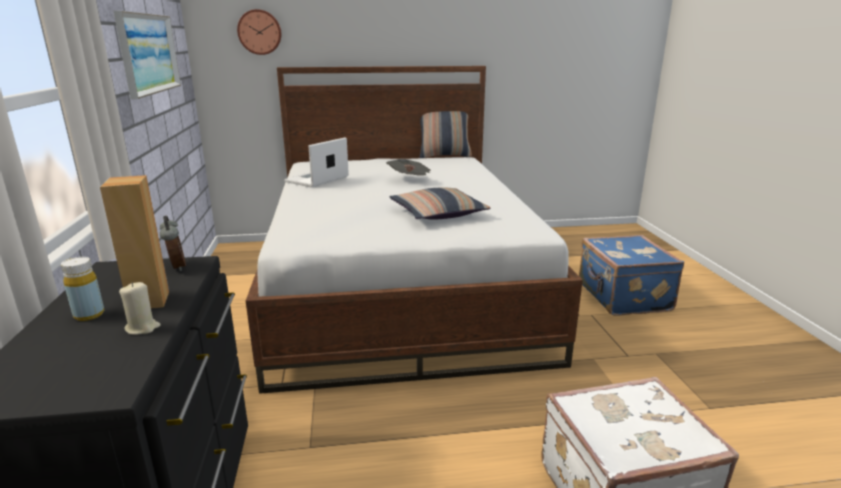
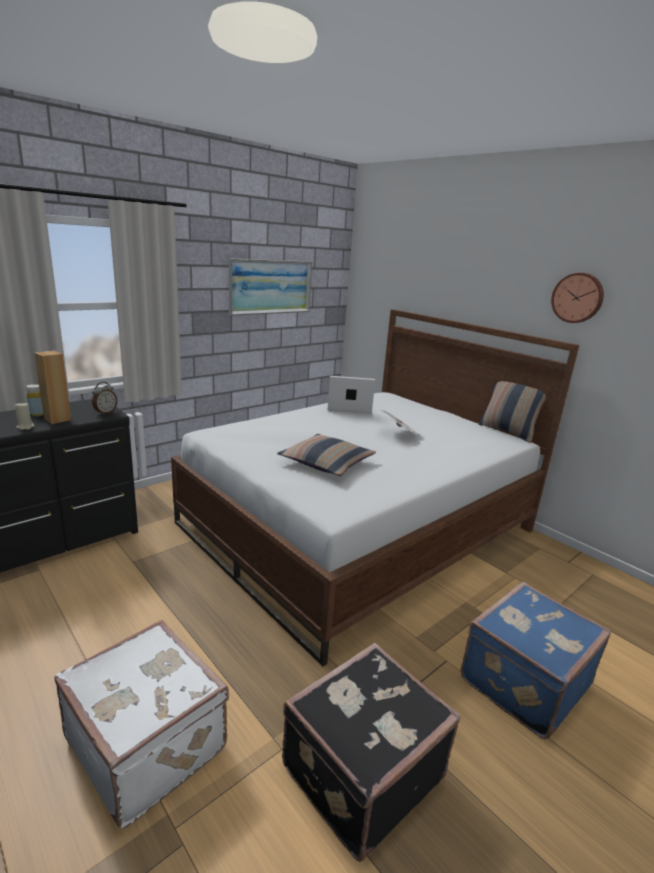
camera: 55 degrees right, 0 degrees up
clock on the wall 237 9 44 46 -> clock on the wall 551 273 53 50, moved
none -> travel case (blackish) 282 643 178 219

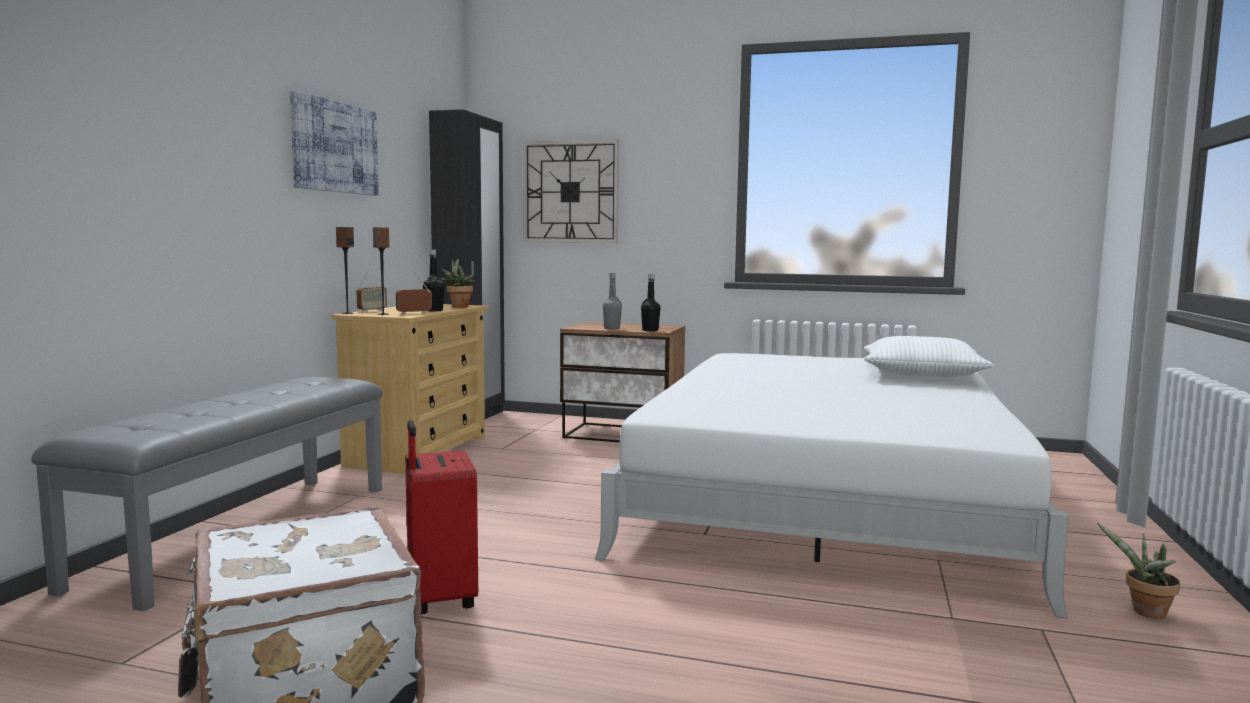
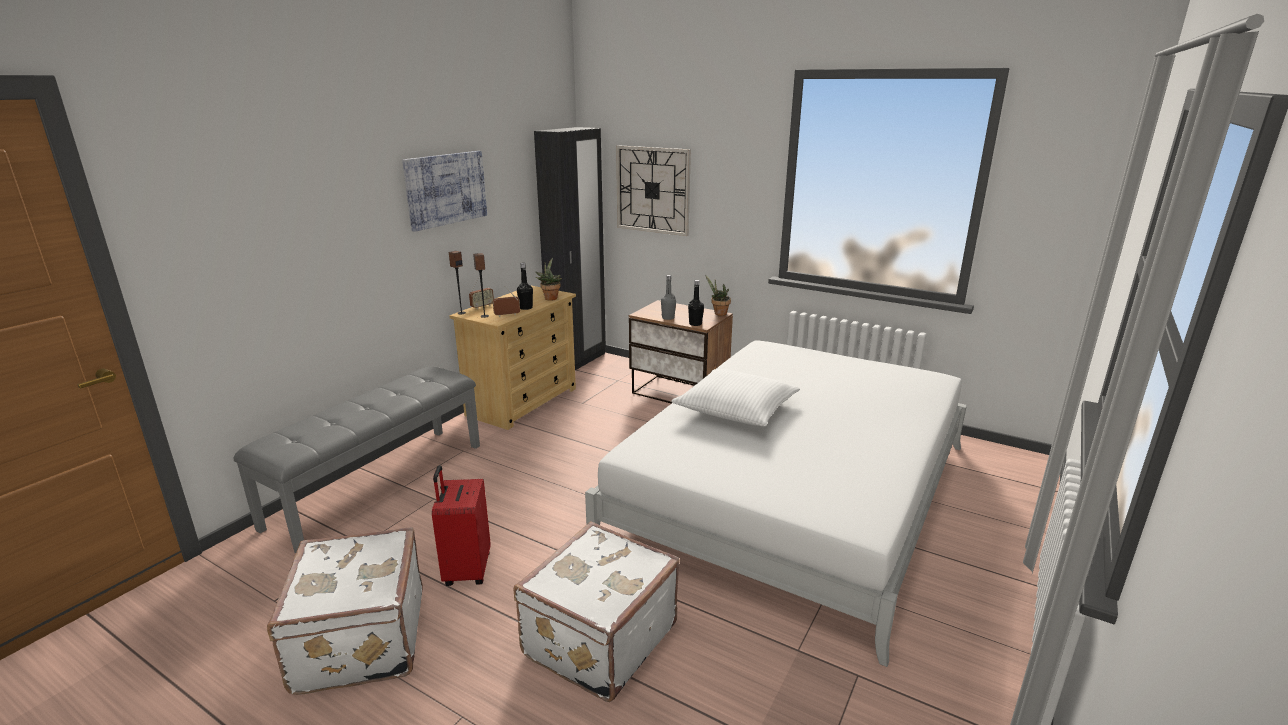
camera: 15 degrees right, 15 degrees up
pillow (white) 864 336 130 41 -> pillow (white) 671 369 129 57, moved
houseplant 1097 523 83 96 -> houseplant 705 275 26 41, moved
none -> travel case (white) 513 521 167 181

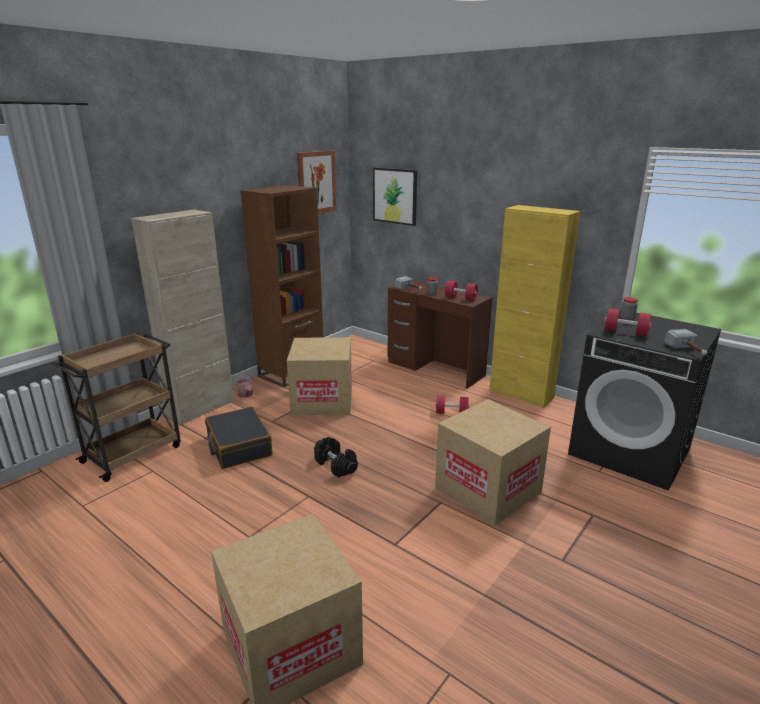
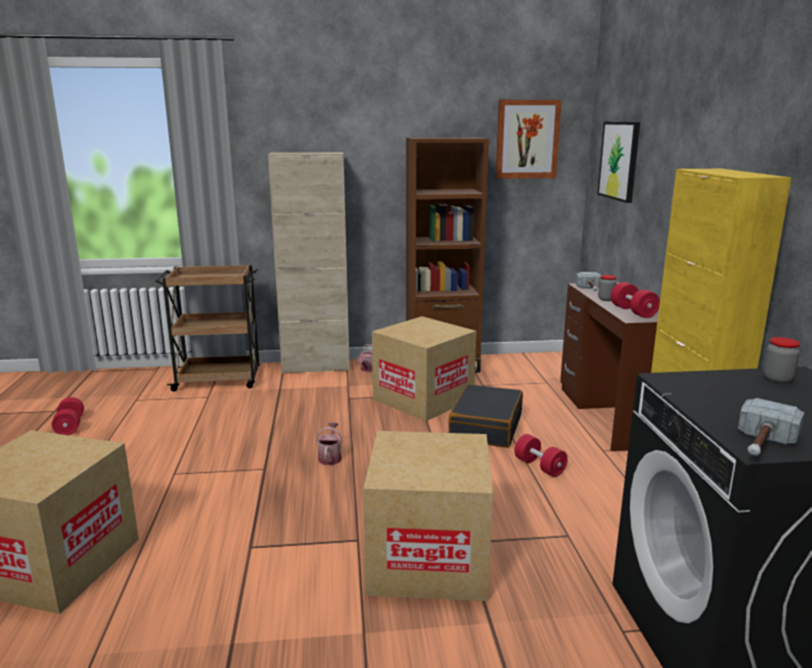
camera: 45 degrees right, 5 degrees down
hand weight (red) 605 308 46 28 -> hand weight (red) 52 397 32 38, moved
travel case (blackish) 205 407 67 62 -> travel case (blackish) 448 384 75 64, moved
hand weight (blackish) 314 437 44 40 -> sprinkling can 316 422 26 43

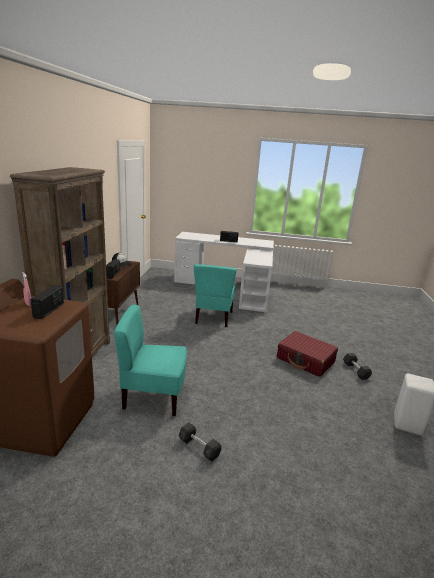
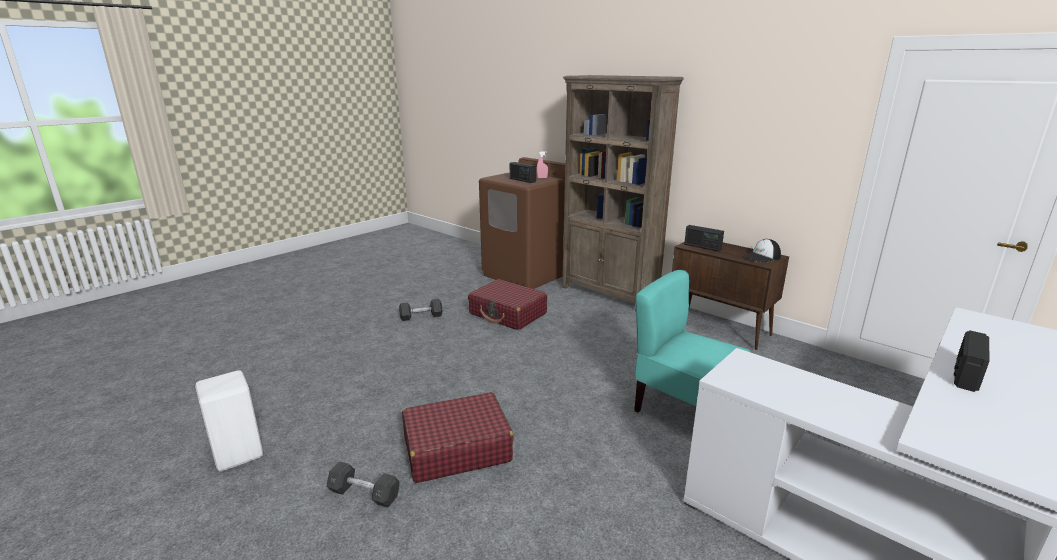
camera: 125 degrees right, 0 degrees up
chair (blue-green) 114 304 73 112 -> travel case (red) 468 279 79 51

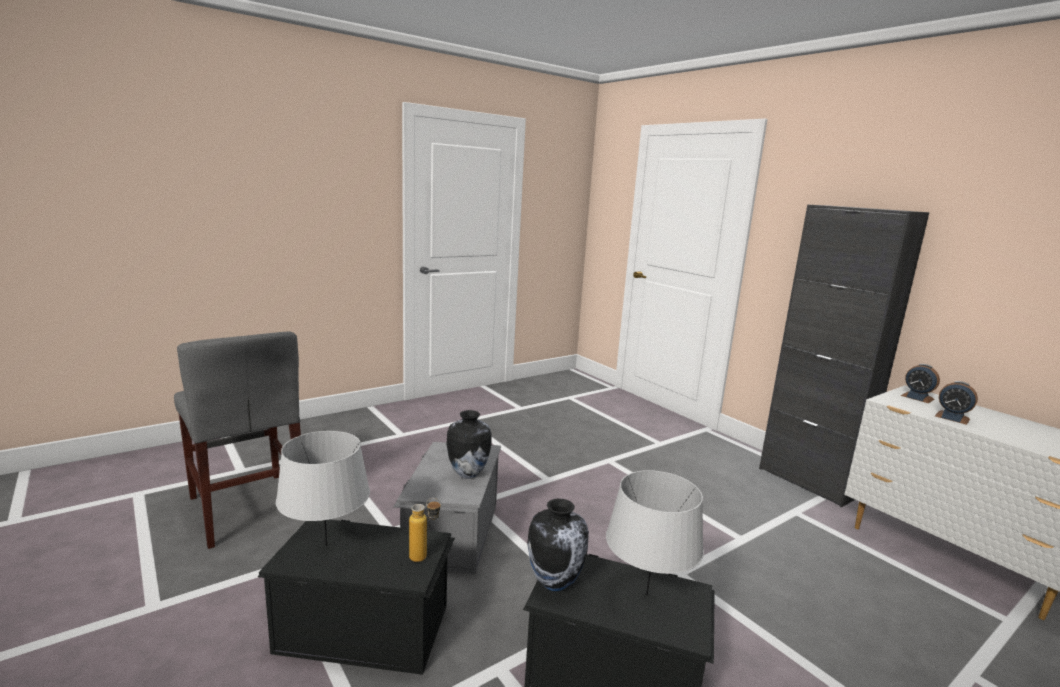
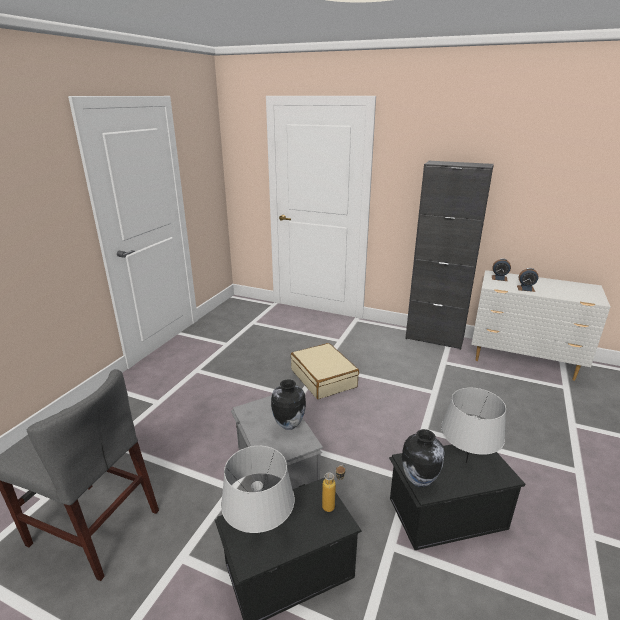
camera: 30 degrees left, 10 degrees up
none -> travel case (beige) 291 343 68 56

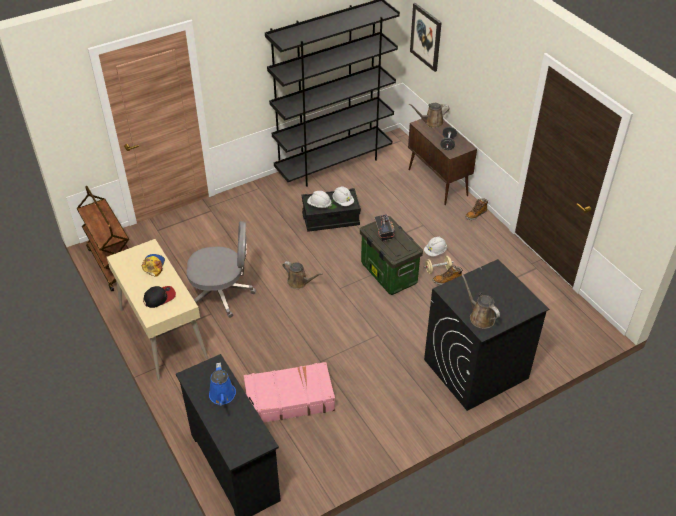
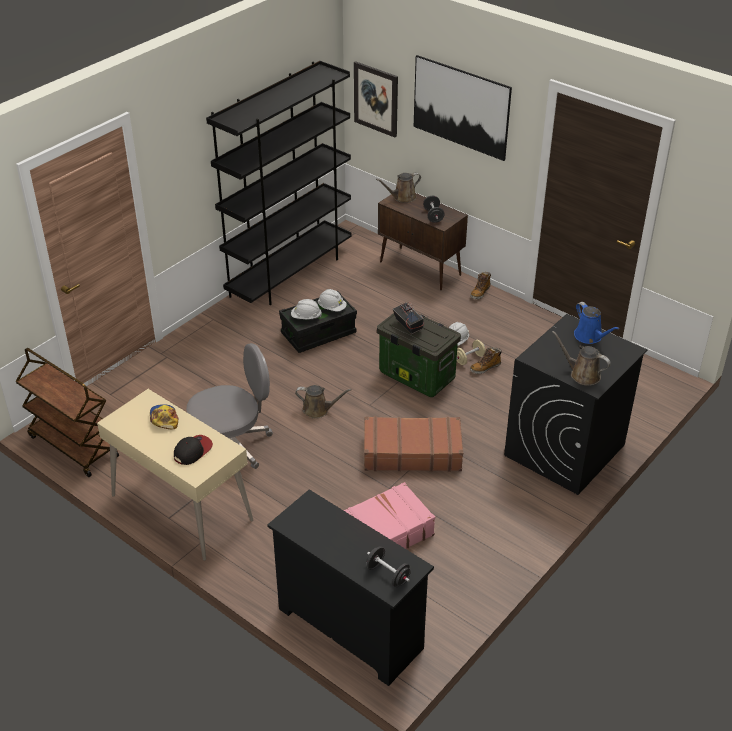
camera: 20 degrees left, 5 degrees down
sprinkling can (blue-coloured) 209 363 27 43 -> sprinkling can (blue-coloured) 574 302 45 42, moved
none -> wall art 414 55 98 106
none -> travel case (brown-coloured) 364 416 99 56
none -> hand weight (blackish) 366 546 45 41

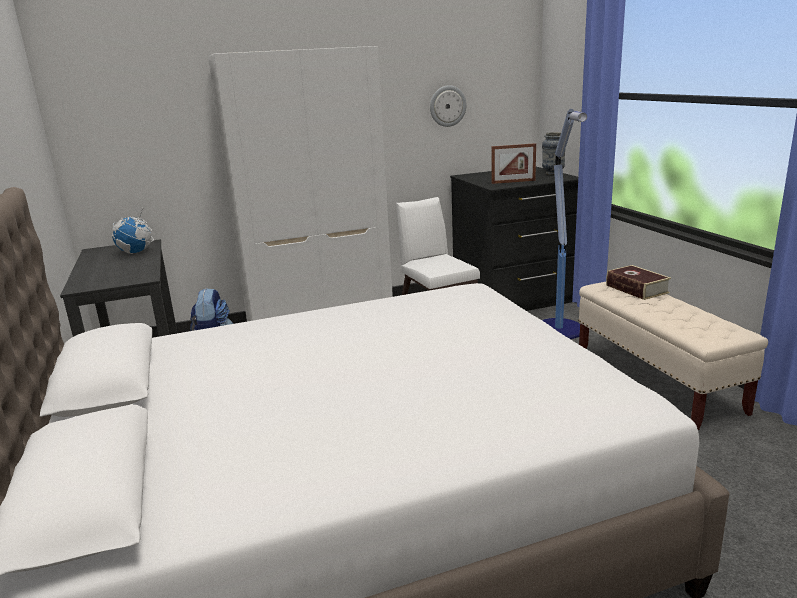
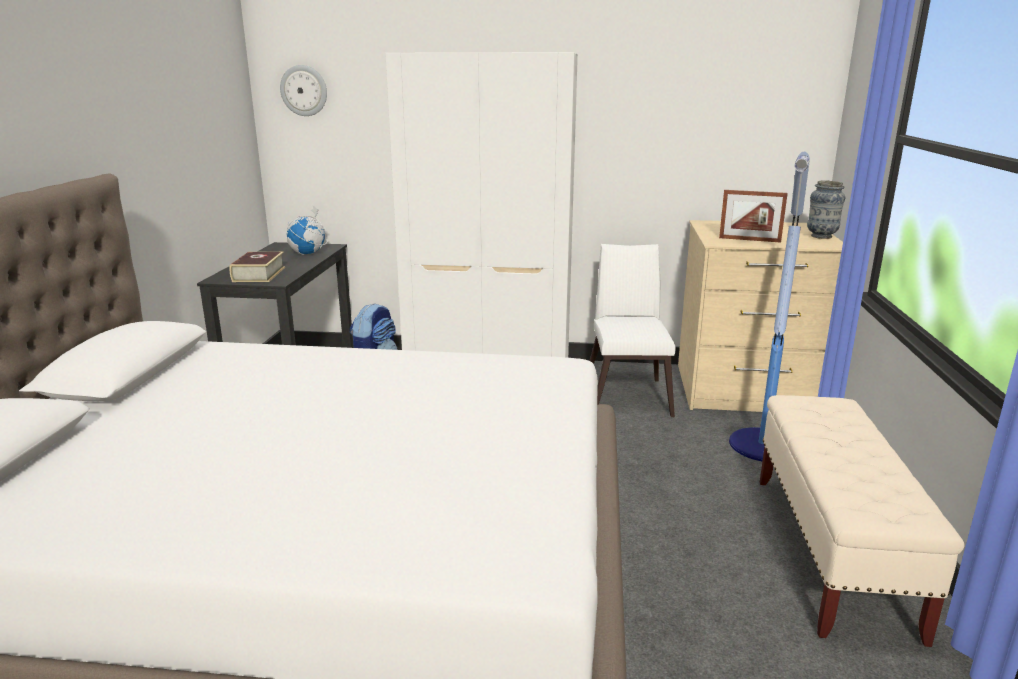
camera: 25 degrees right, 0 degrees up
clock on the wall 430 85 36 42 -> clock on the wall 280 65 47 51, moved
drawer chest (blackish) 450 167 128 144 -> drawer chest (beige) 678 220 165 192
book 606 265 65 35 -> book 230 252 55 30, moved

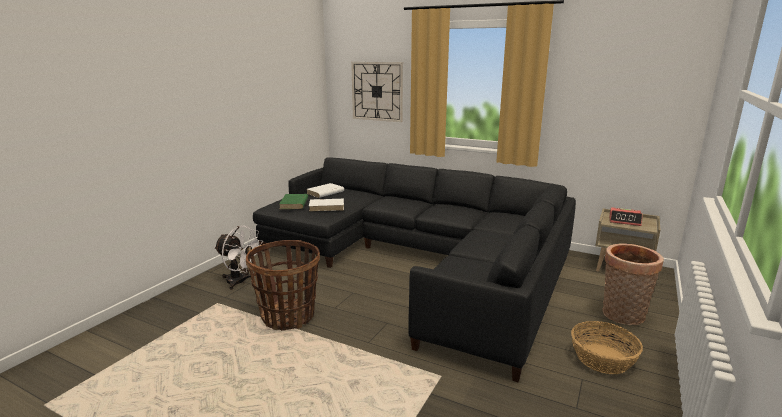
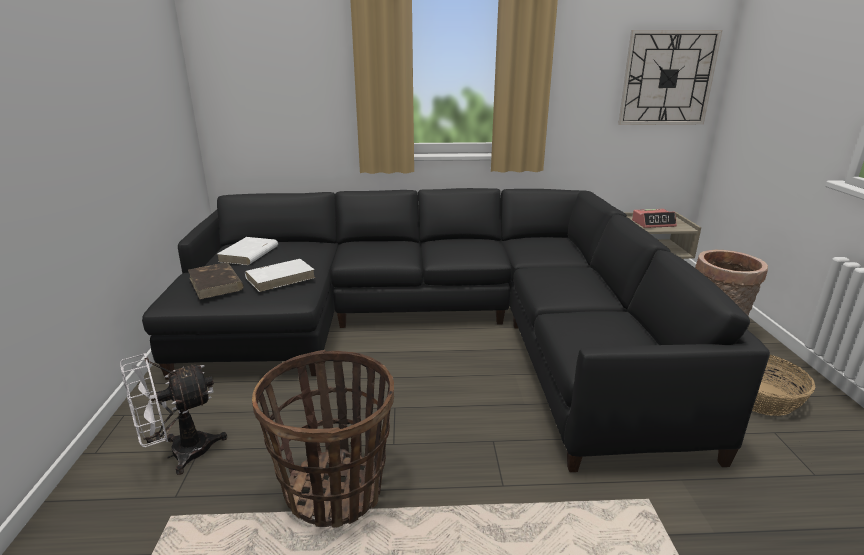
camera: 30 degrees left, 5 degrees up
clock on the wall 351 62 52 60 -> clock on the wall 618 30 104 95, moved
book (green-coloured) 279 194 29 15 -> book (brown-coloured) 188 263 56 36
cooling fan (white) 214 226 48 64 -> cooling fan (white) 120 353 107 122, 150 degrees clockwise

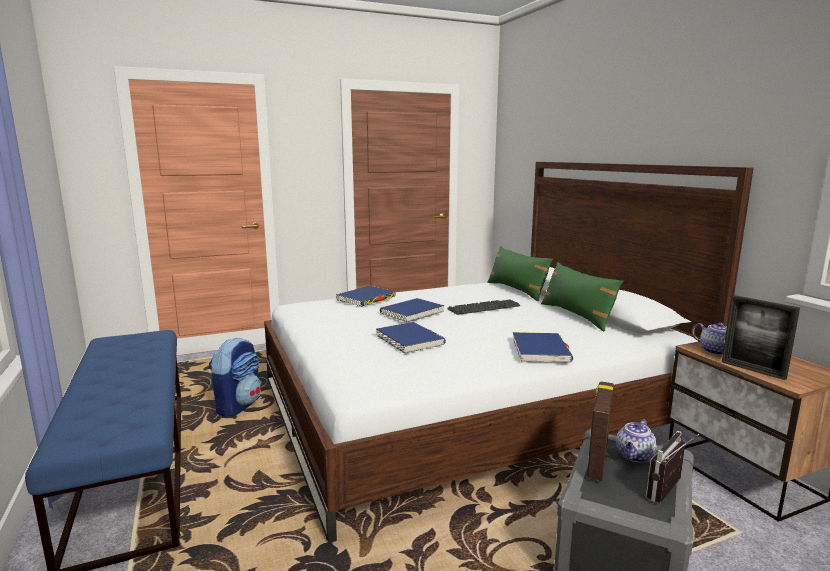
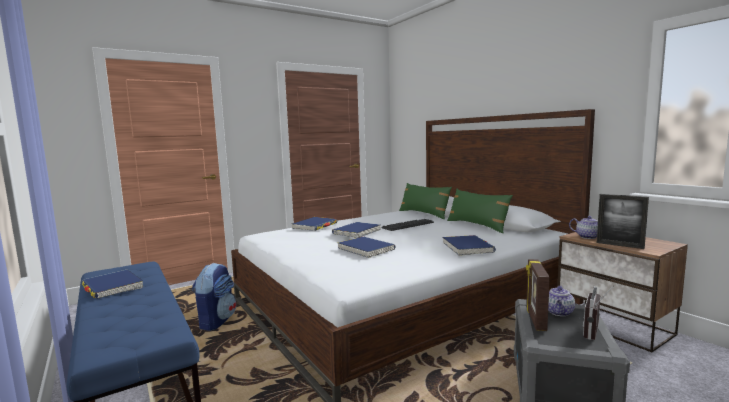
camera: 10 degrees left, 5 degrees down
none -> book (blue-coloured) 82 270 61 29

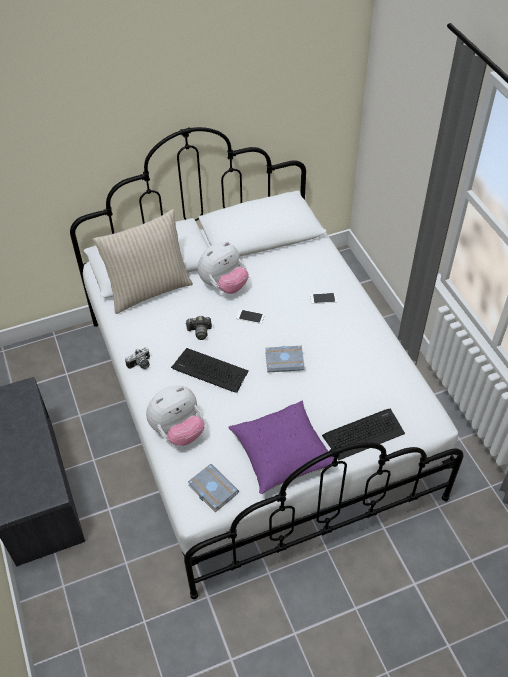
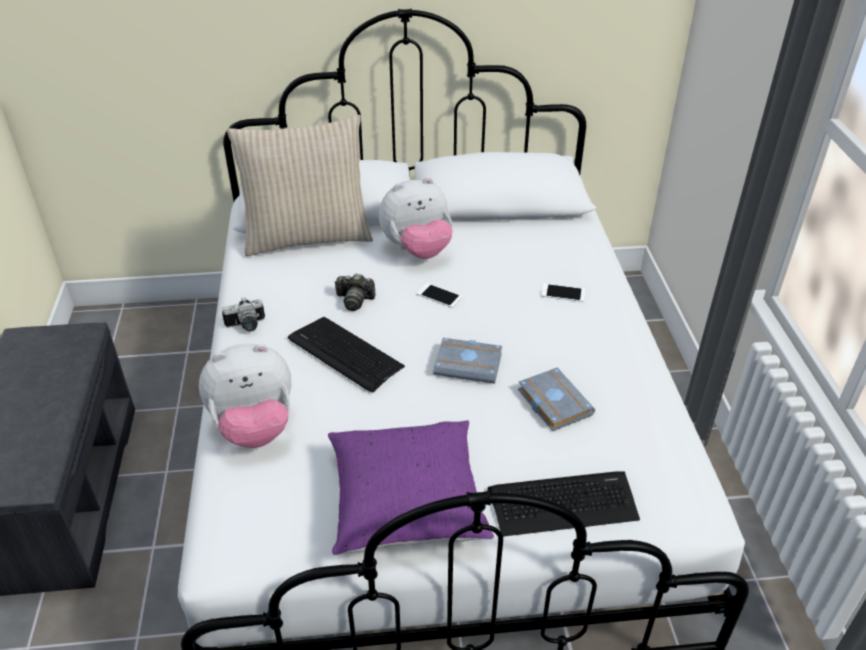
camera: 15 degrees right, 10 degrees down
book (greyish) 188 464 51 48 -> book (greyish) 518 367 77 64, moved

